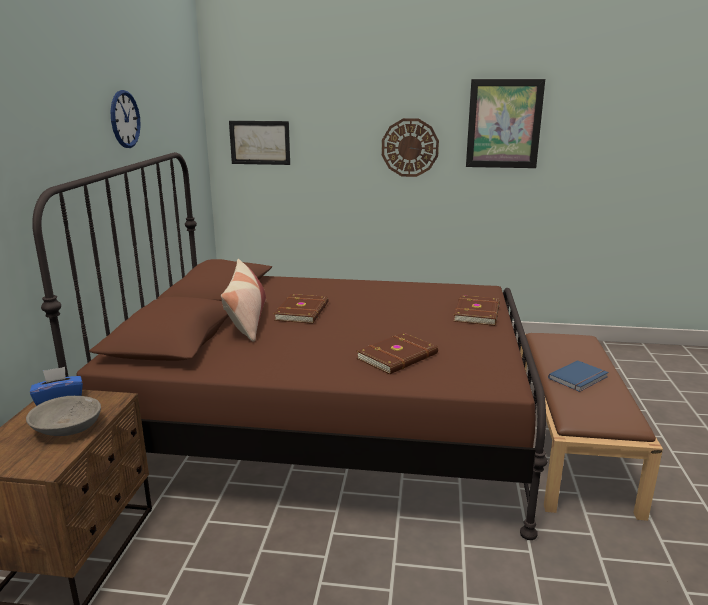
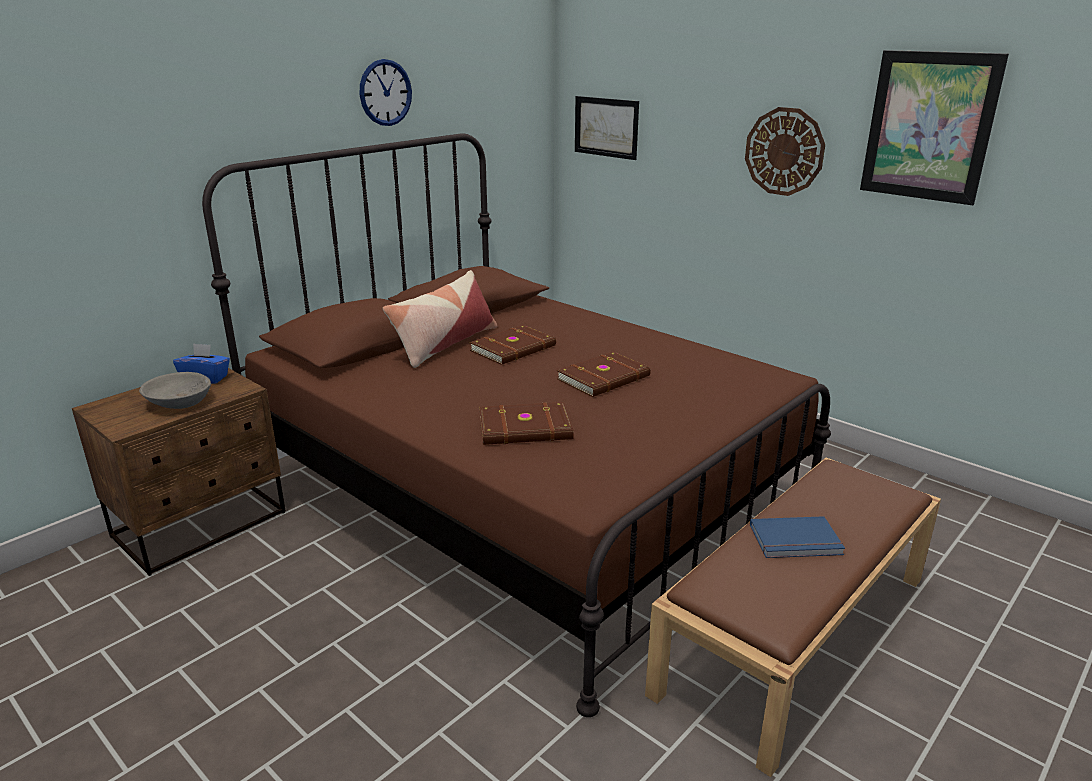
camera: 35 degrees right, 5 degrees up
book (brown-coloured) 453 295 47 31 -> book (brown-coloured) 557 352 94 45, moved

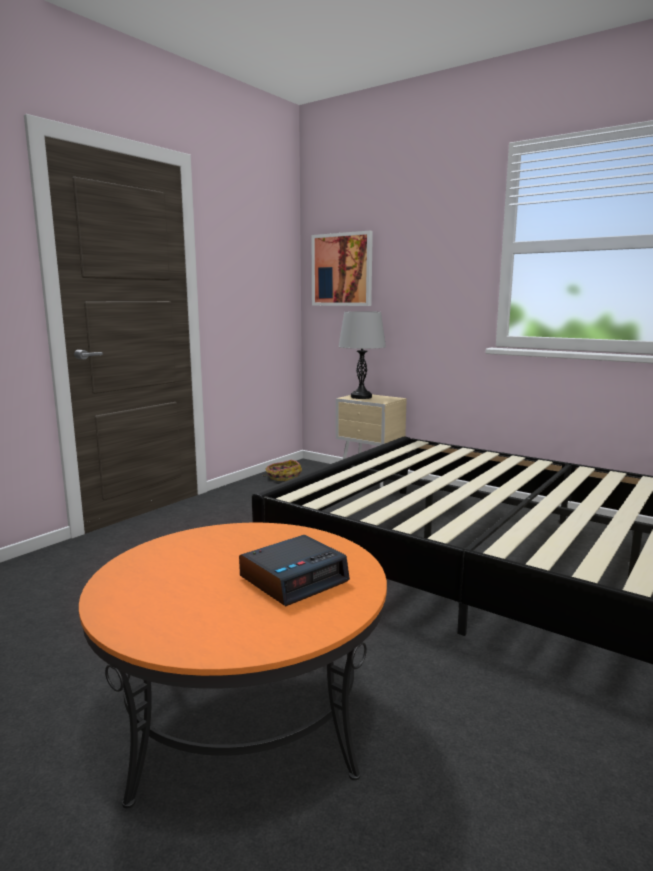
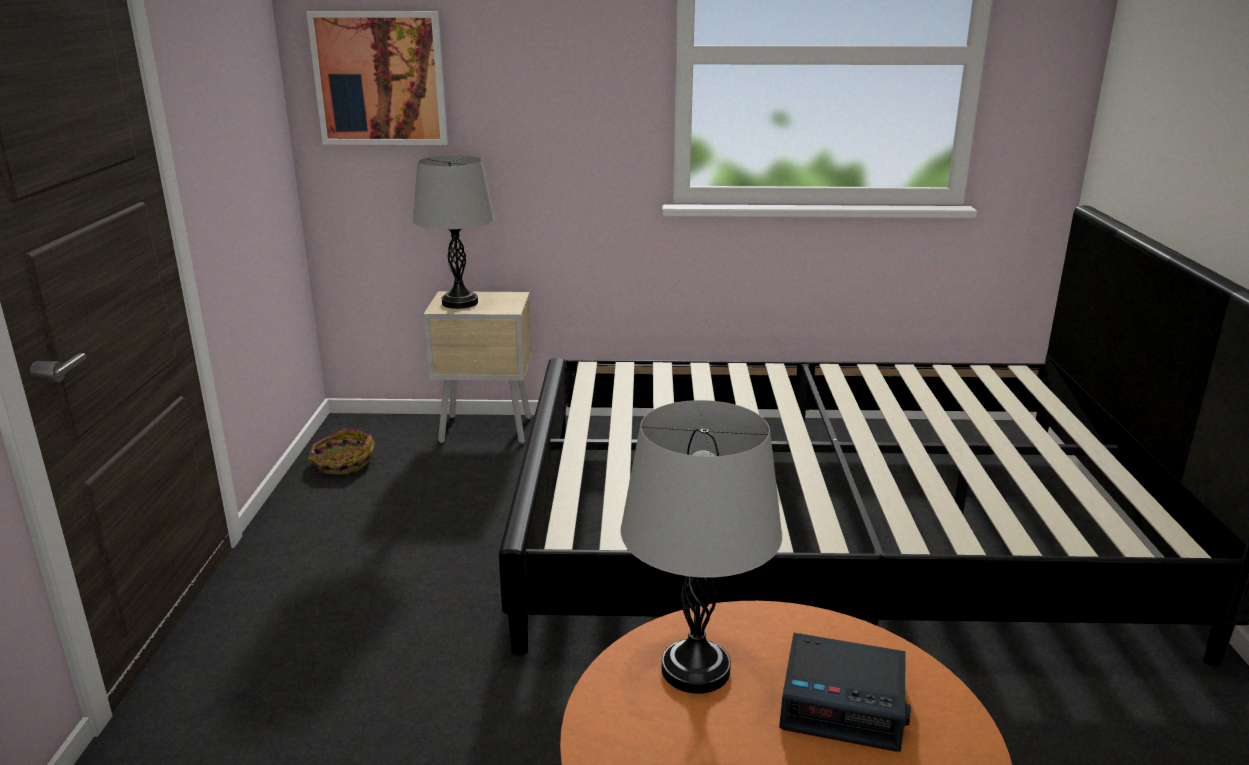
camera: 35 degrees left, 10 degrees up
table clock 239 535 111 71 -> table clock 779 633 132 119, 90 degrees clockwise
none -> tabletop lamp (greyish) 620 400 162 293

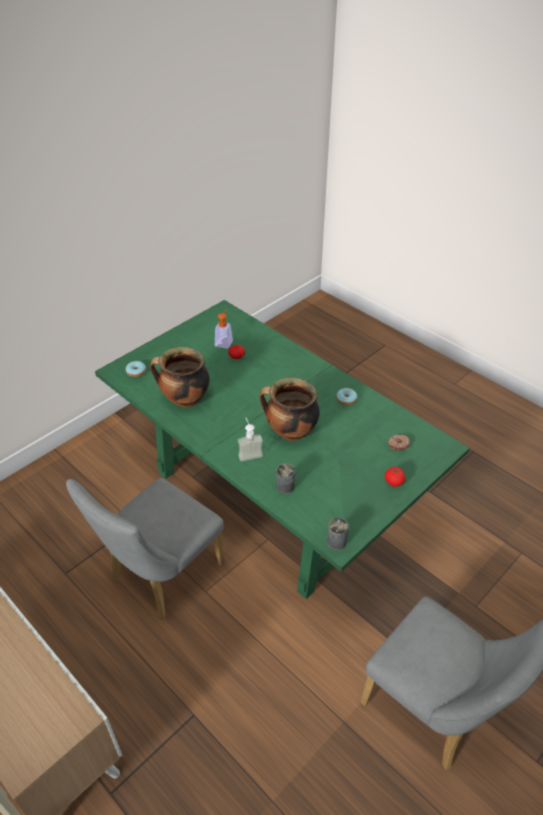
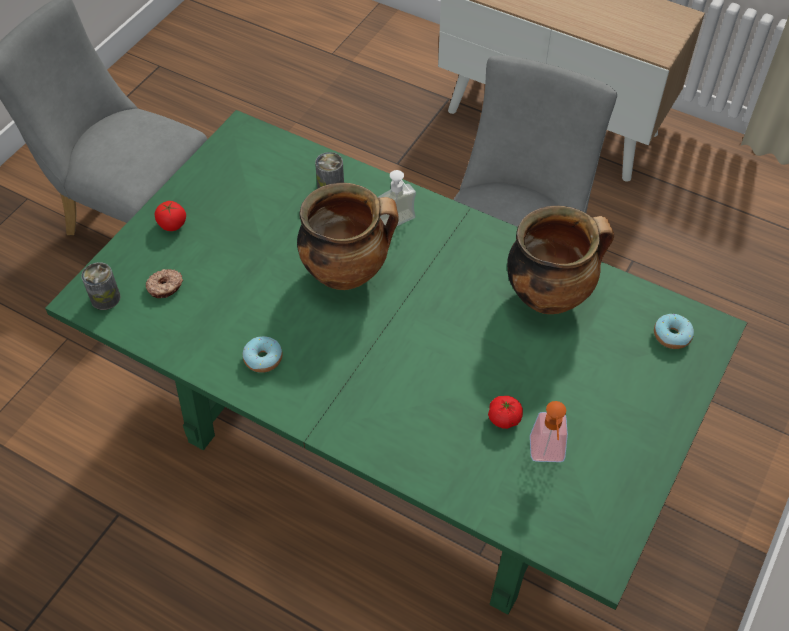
camera: 165 degrees right, 10 degrees up
metal can 327 518 22 32 -> metal can 81 262 39 48, moved

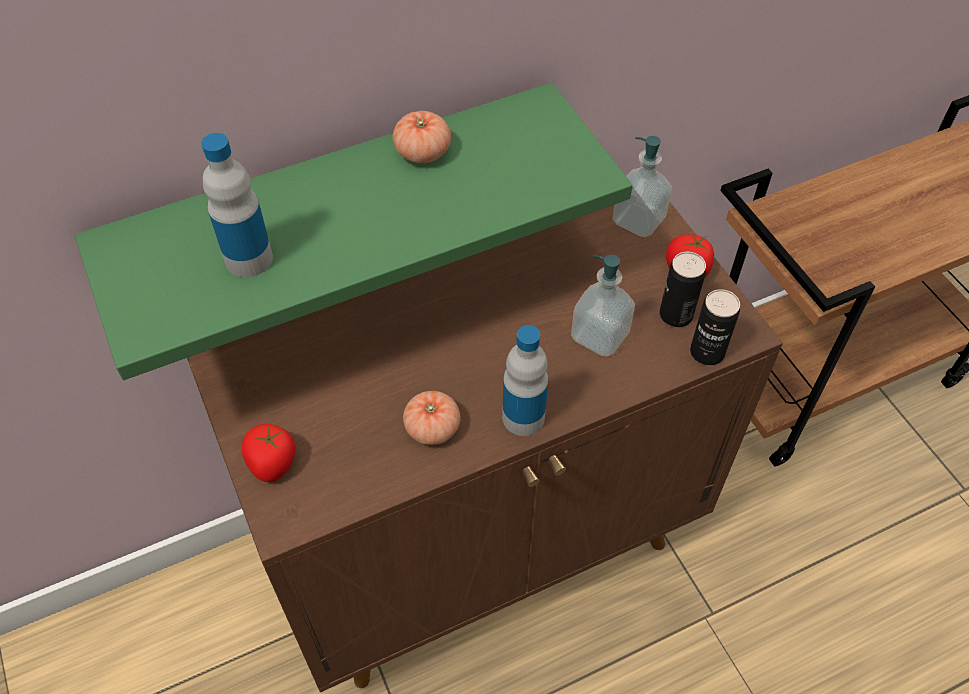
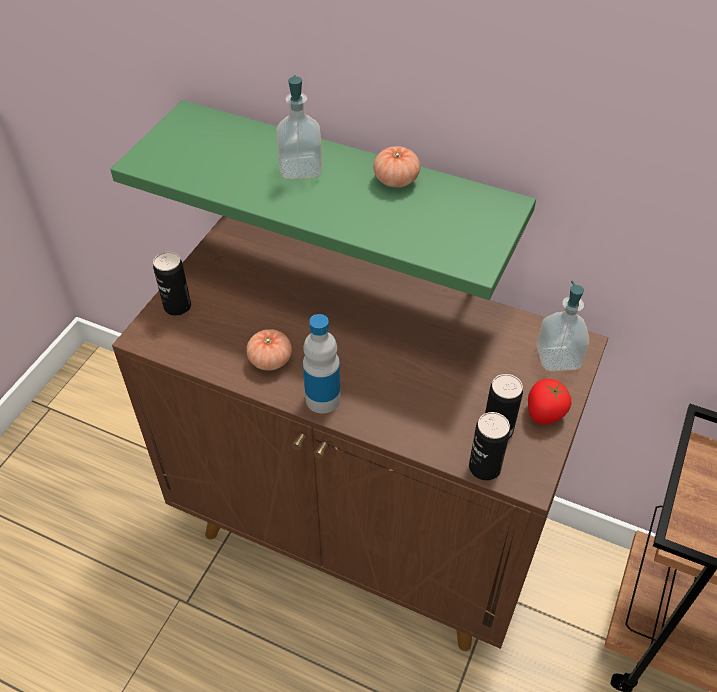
camera: 50 degrees right, 5 degrees down
drink bottle 201 133 72 144 -> none
liquid soap bottle 571 254 64 103 -> liquid soap bottle 276 75 47 104, moved
tomato 242 424 53 58 -> metal can 153 251 38 65

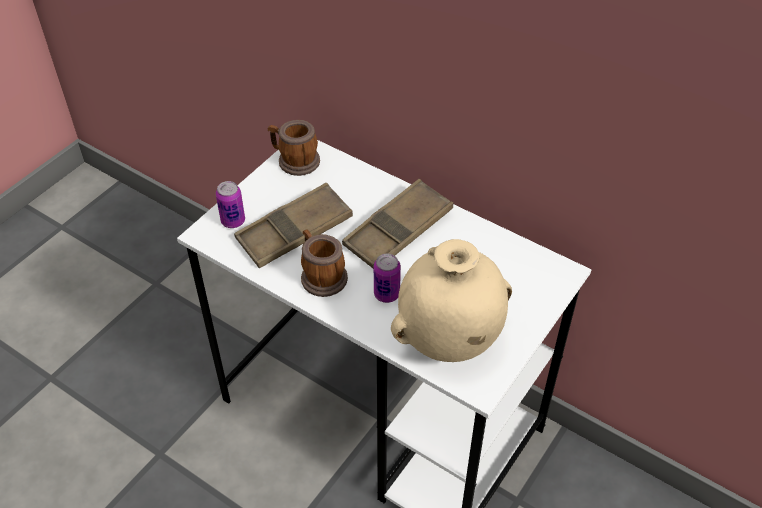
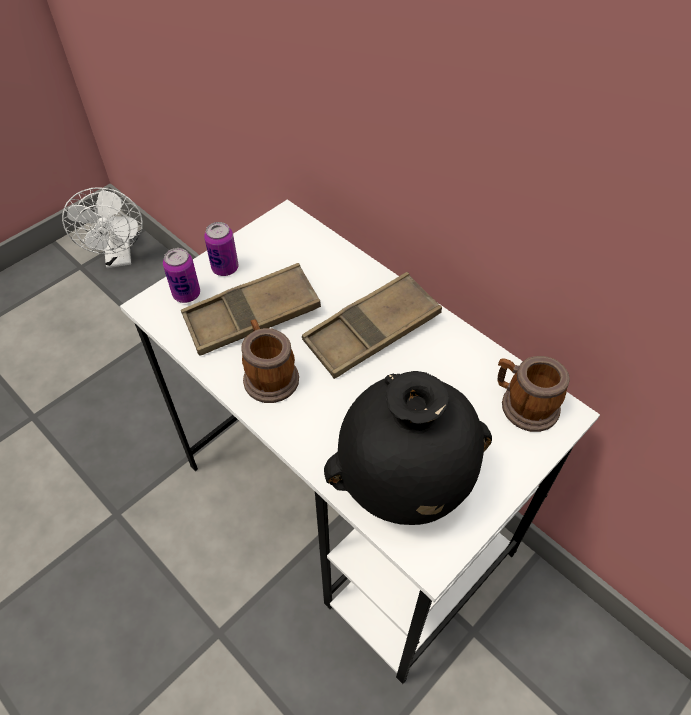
camera: 10 degrees right, 5 degrees up
tea mug 268 120 52 56 -> tea mug 497 356 73 76, moved
flower vase (beige) 391 239 121 123 -> flower vase (blackish) 324 371 168 154
metal can 374 253 27 50 -> metal can 204 222 35 54, moved
none -> cooling fan (white) 62 187 81 81

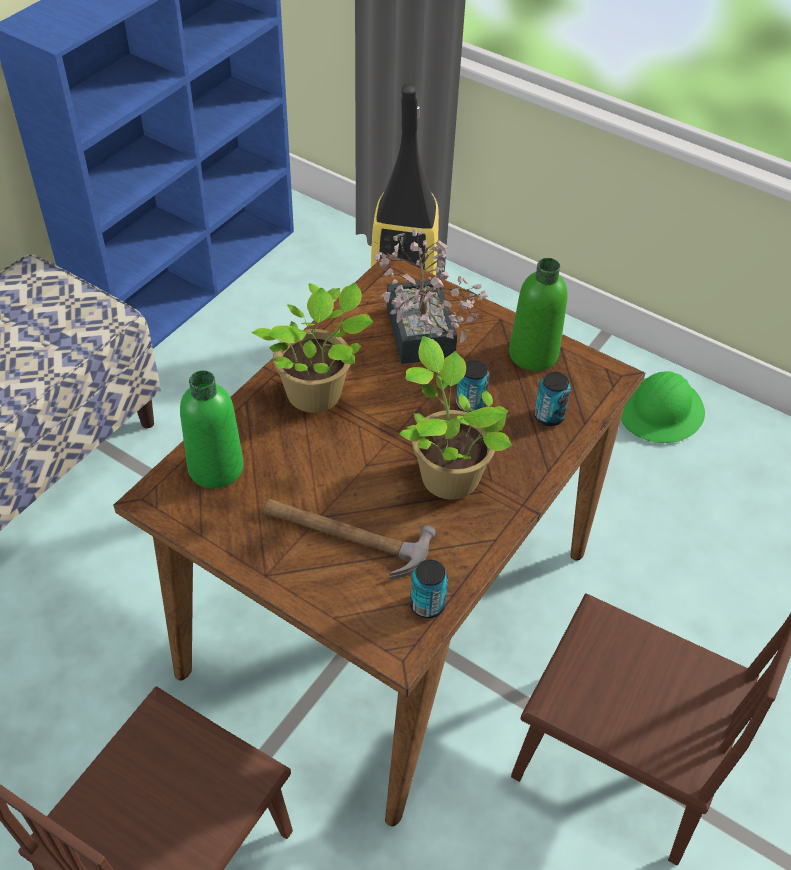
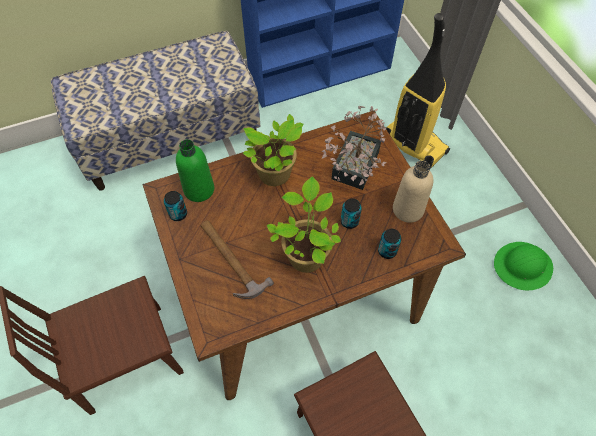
camera: 35 degrees right, 10 degrees up
drink bottle (green-coloured) 509 258 59 113 -> drink bottle (beige) 393 160 40 63
metal can 410 559 38 59 -> metal can 164 191 23 30, moved

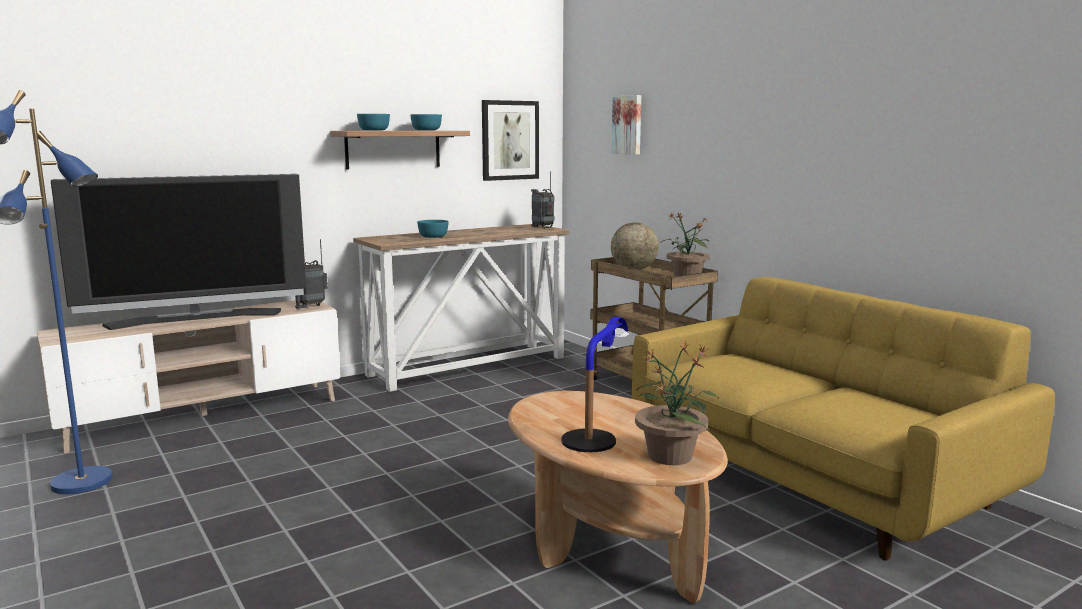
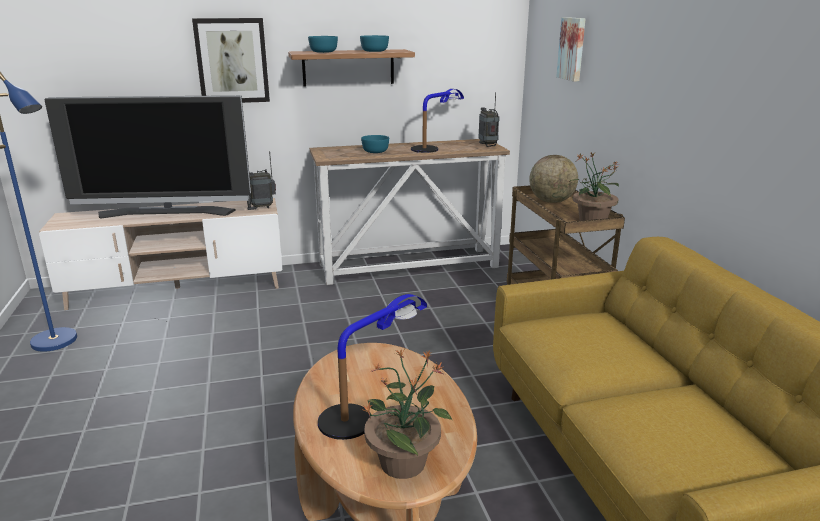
camera: 20 degrees right, 10 degrees up
wall art 482 100 57 81 -> wall art 192 18 78 85, moved
none -> tabletop lamp 411 89 53 64

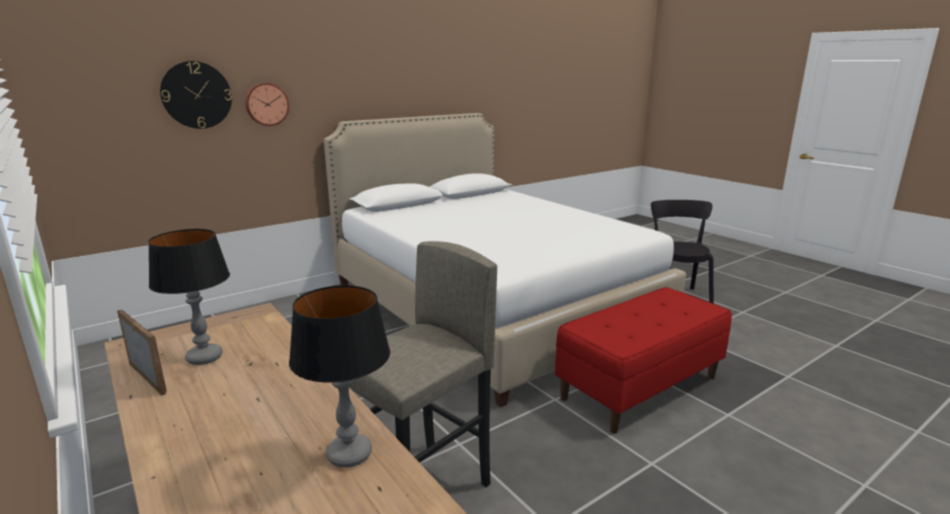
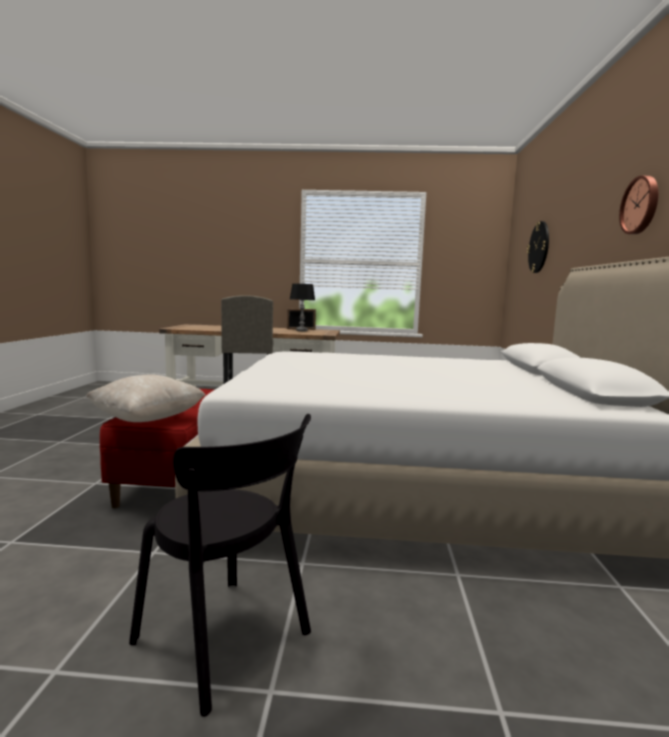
camera: 130 degrees right, 10 degrees down
clock on the wall 245 83 44 43 -> clock on the wall 619 176 40 58, moved
tabletop lamp 289 285 101 183 -> none
none -> pillow (beige) 86 374 120 48

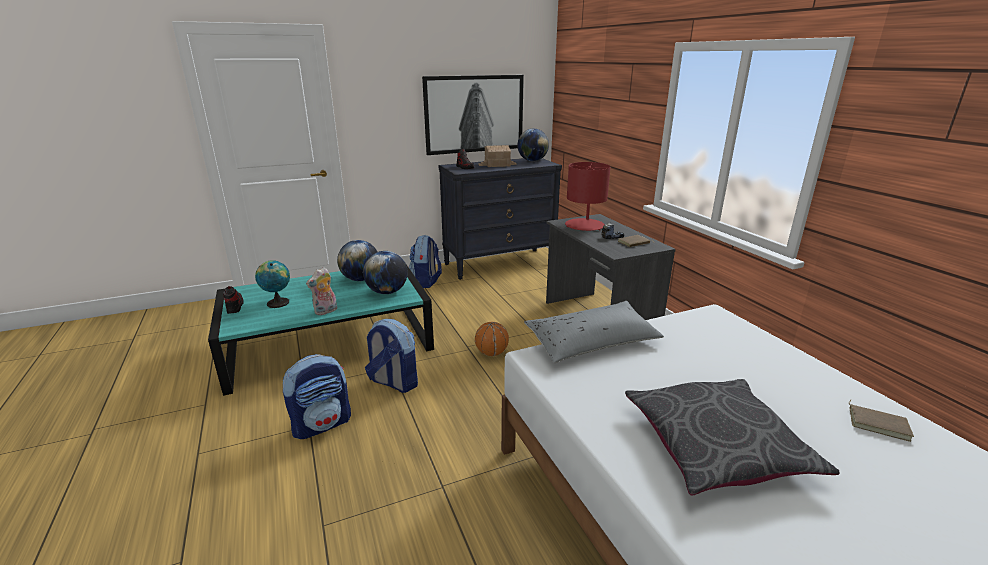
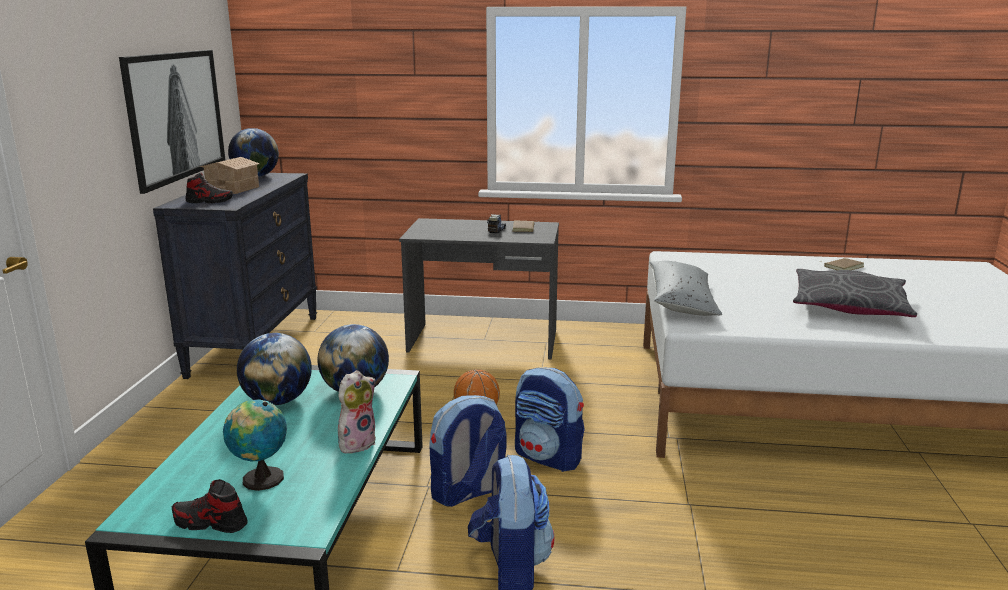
camera: 60 degrees left, 5 degrees down
tabletop lamp (red) 565 162 46 69 -> none
knapsack 409 235 33 53 -> knapsack 515 367 70 105, moved
plush toy 306 267 31 48 -> plush toy 338 370 38 83, 120 degrees counterclockwise

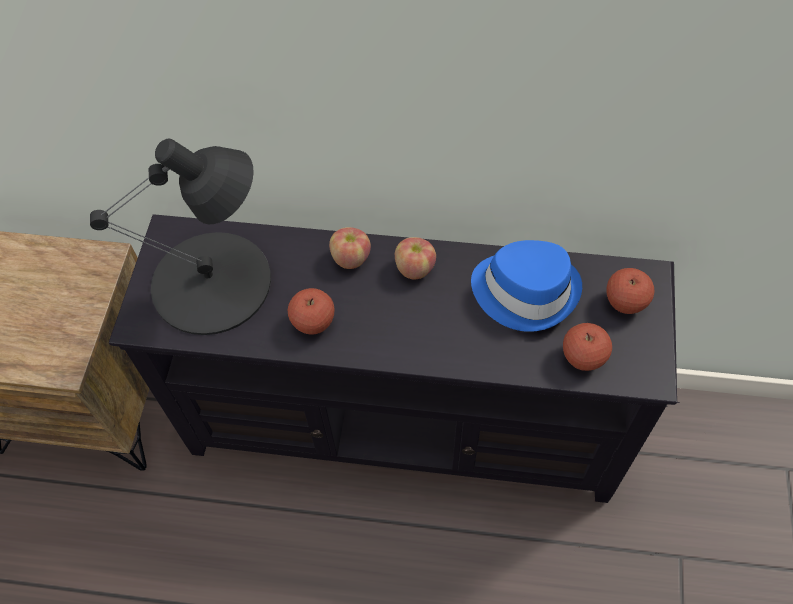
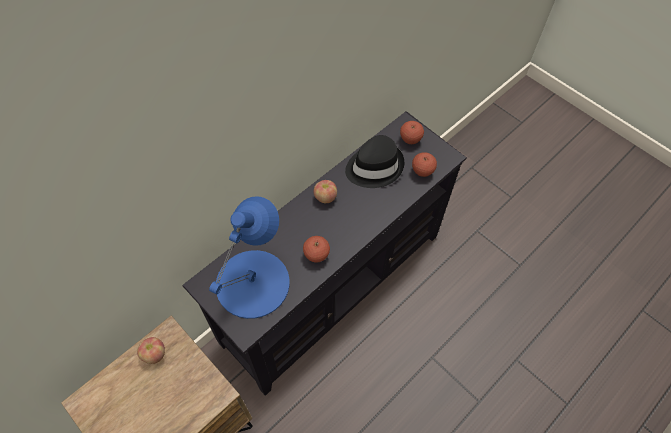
camera: 55 degrees left, 0 degrees up
tabletop lamp (blackish) 90 139 181 196 -> tabletop lamp (blue-coloured) 209 196 81 123
apple fruit 329 227 42 42 -> apple fruit 137 337 28 27, moved
clothing hat (blue-coloured) 471 240 111 92 -> clothing hat (blackish) 345 135 59 53

